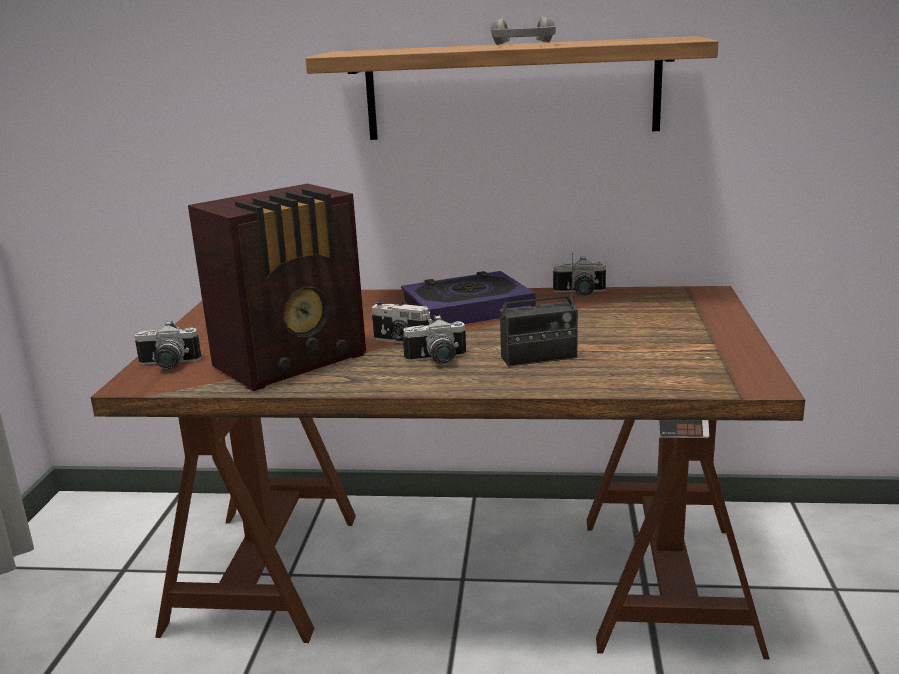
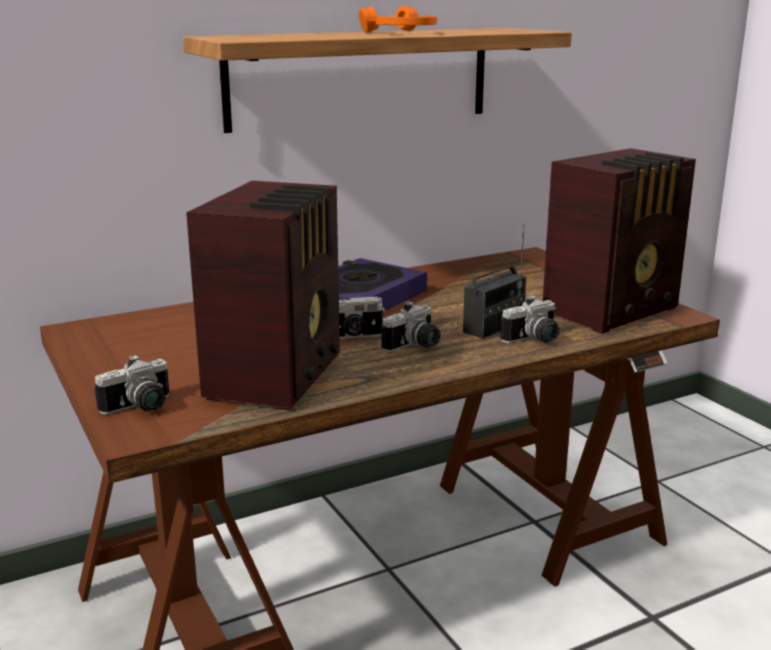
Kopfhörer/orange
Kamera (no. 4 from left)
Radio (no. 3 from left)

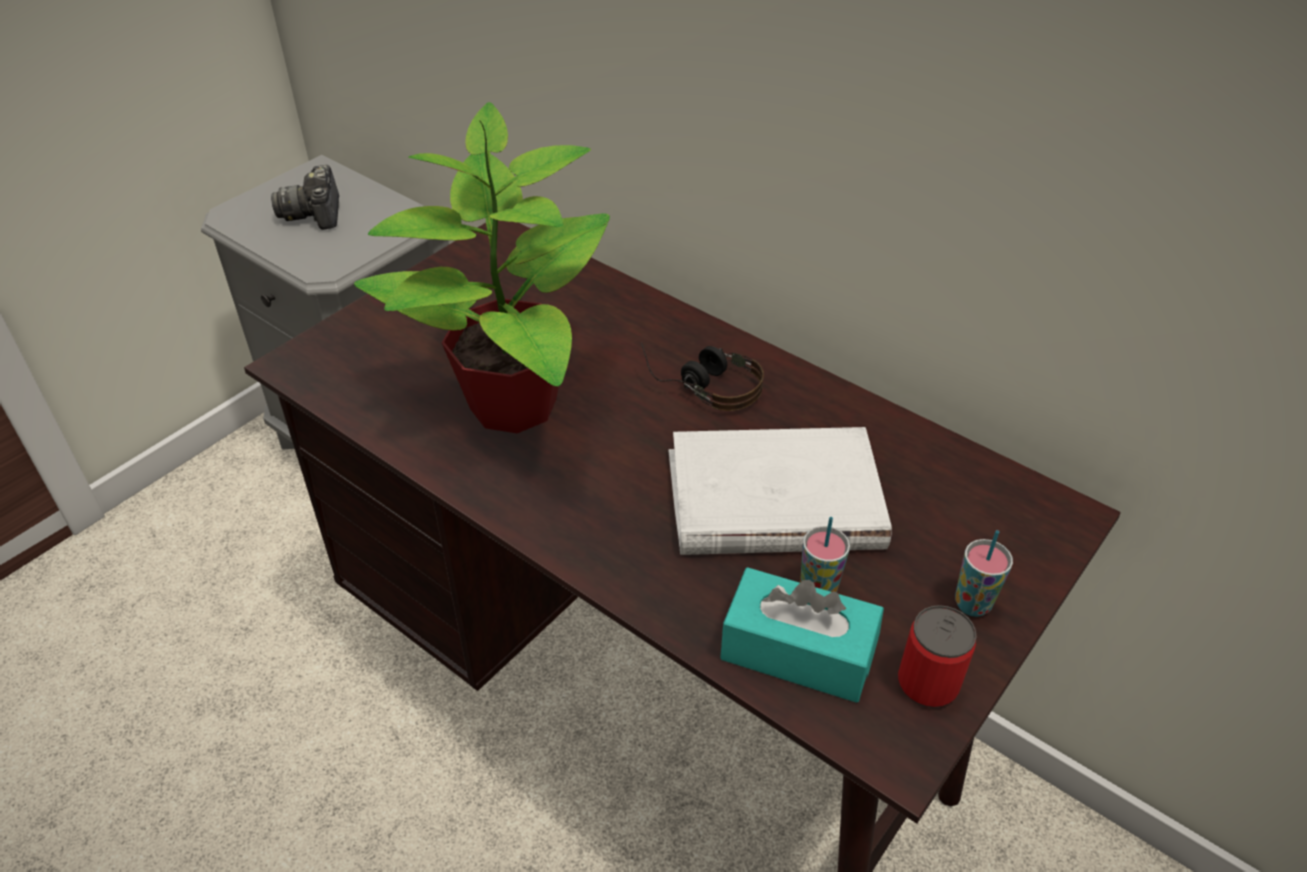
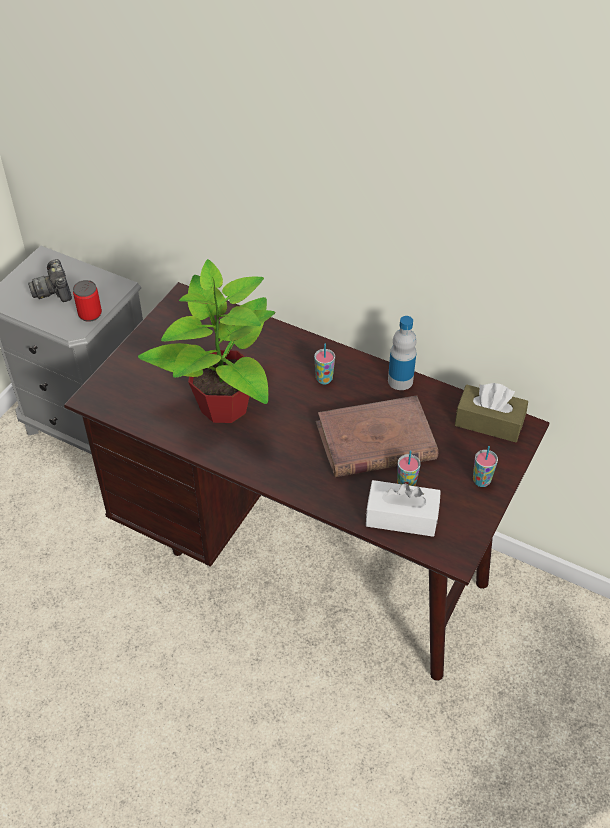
Dose
Tasse (no. 1 from left)
Buch/braun
Taschentuchbox/weiß
Flasche
Taschentuchbox/braun

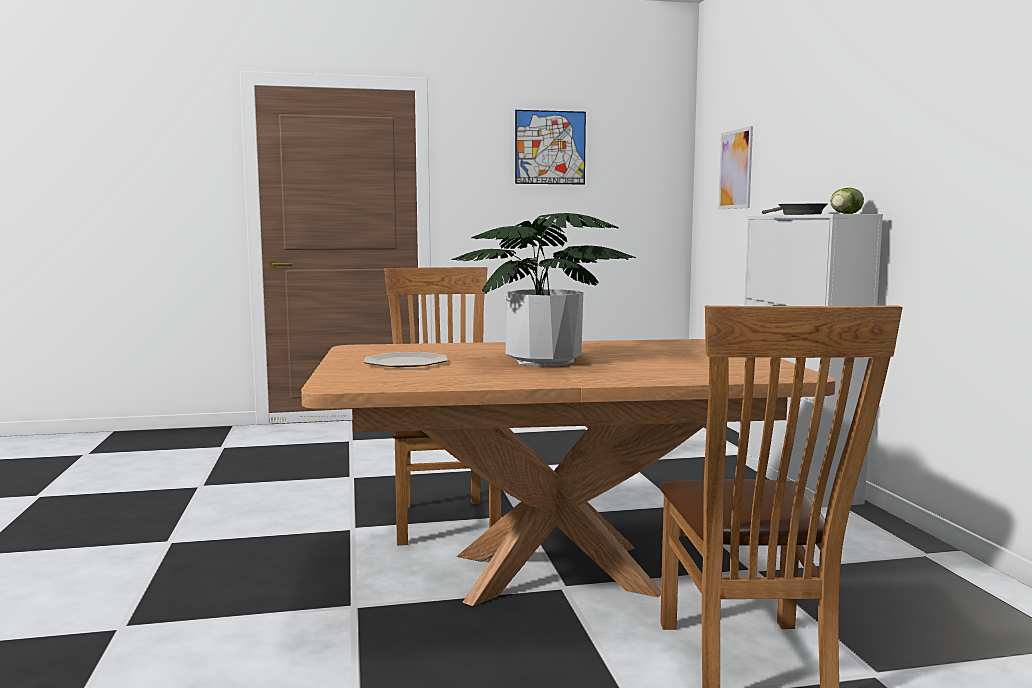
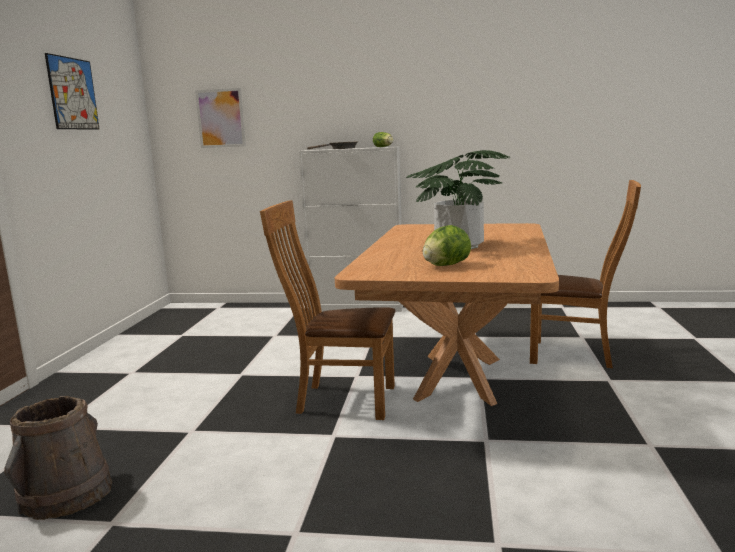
Eimer/braun
Salatkopf (no. 2 from left)

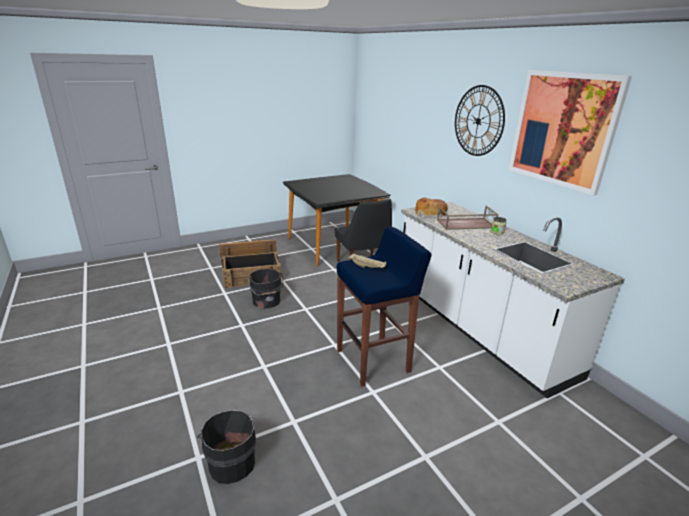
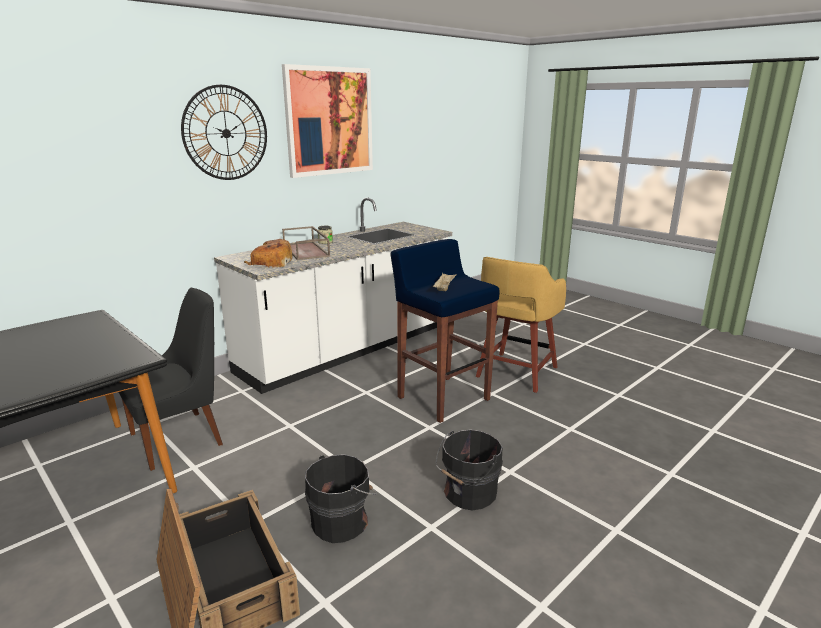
Eimer/schwarz (no. 2 from left)
Hocker/gelb

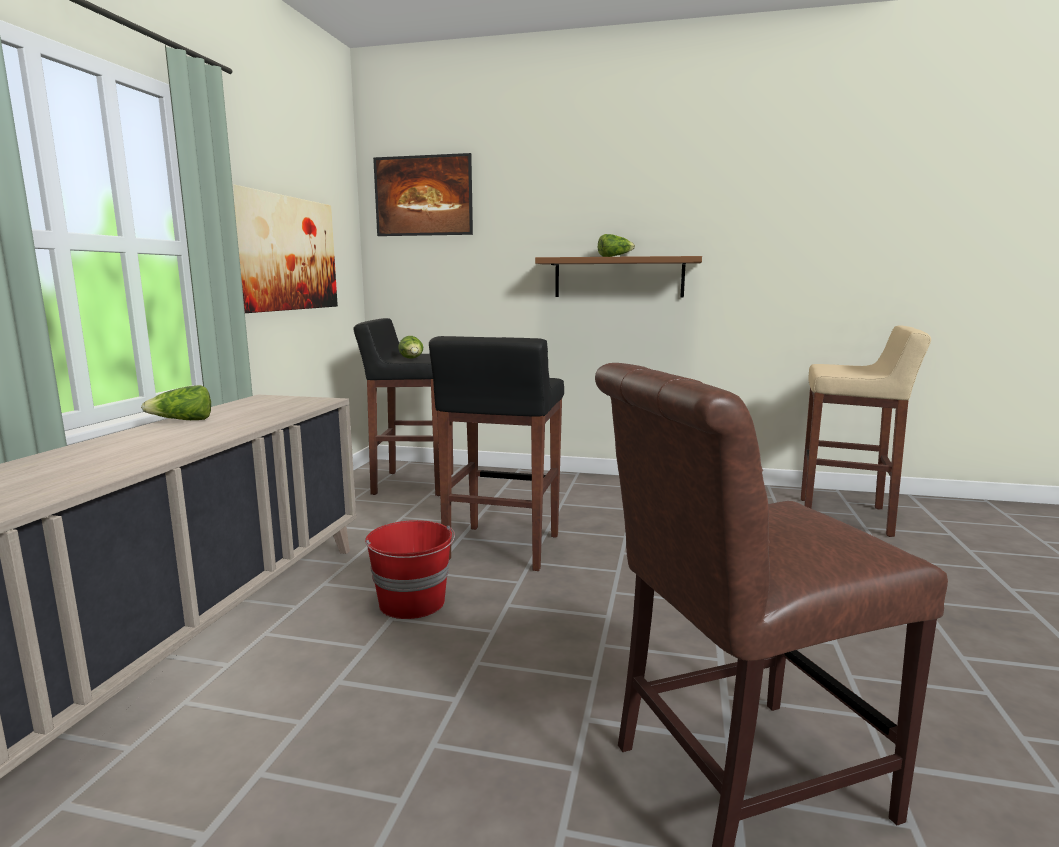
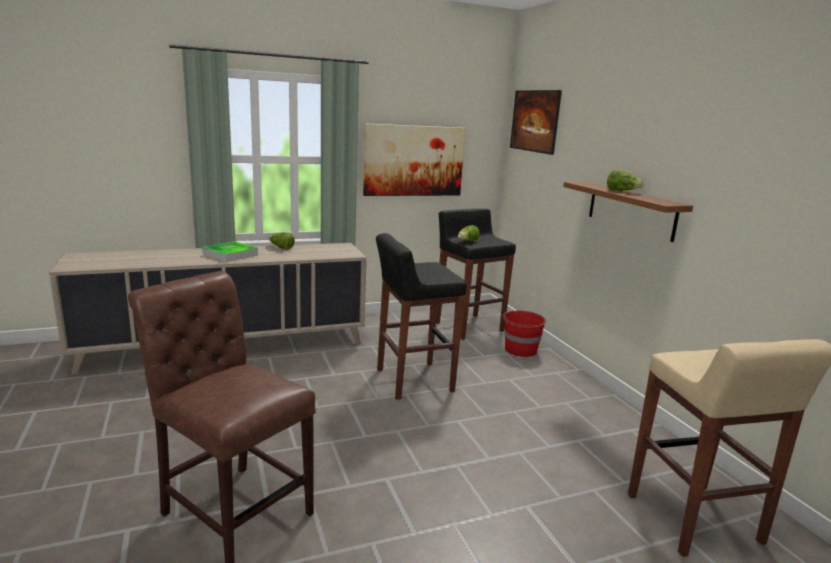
Tablett
Eimer/rot

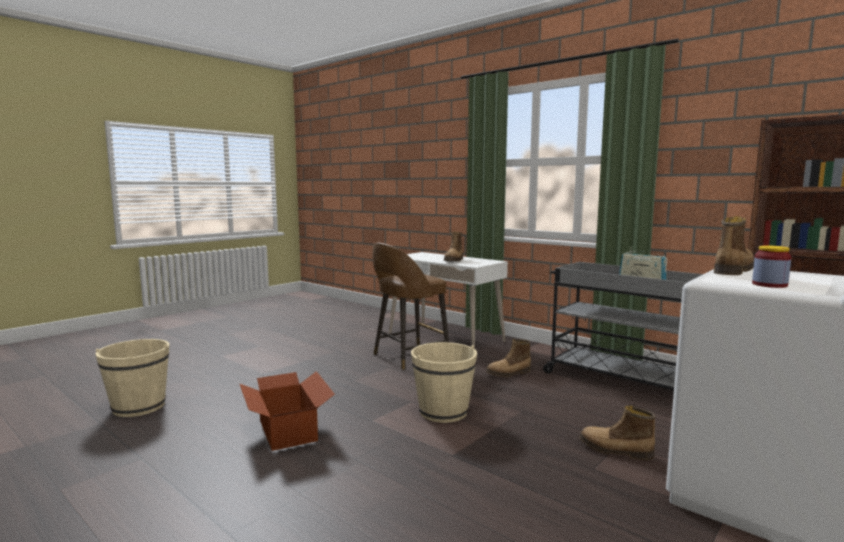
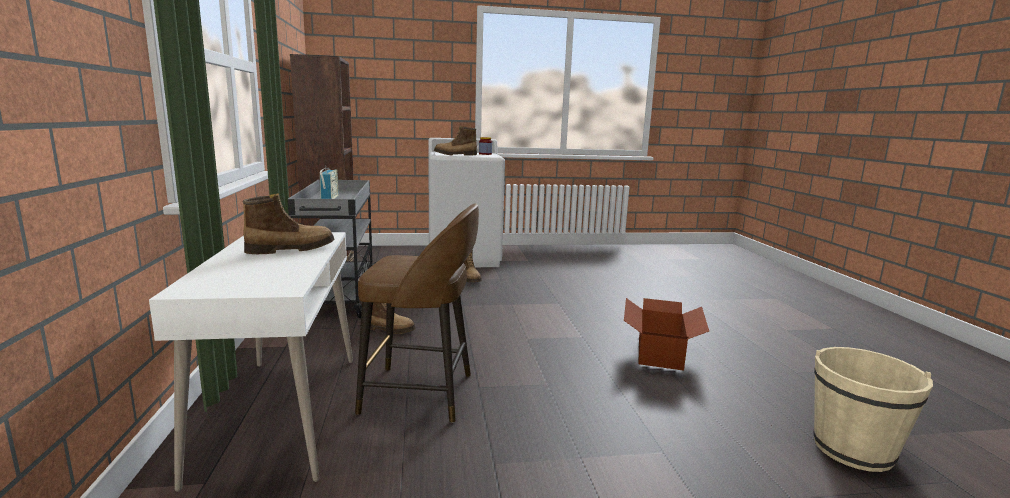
Eimer/beige (no. 2 from left in the first image)

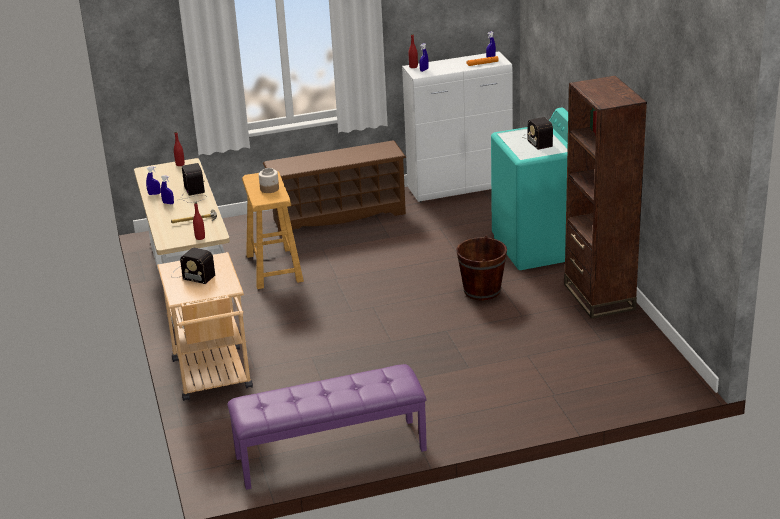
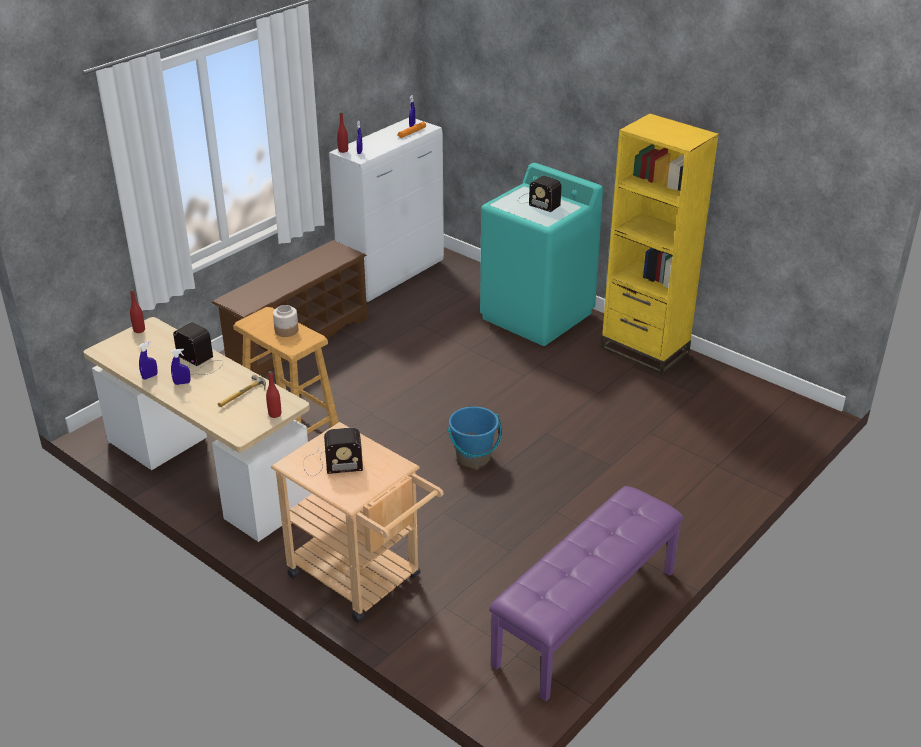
Eimer/blau
Bücherregal/gelb
Eimer/braun

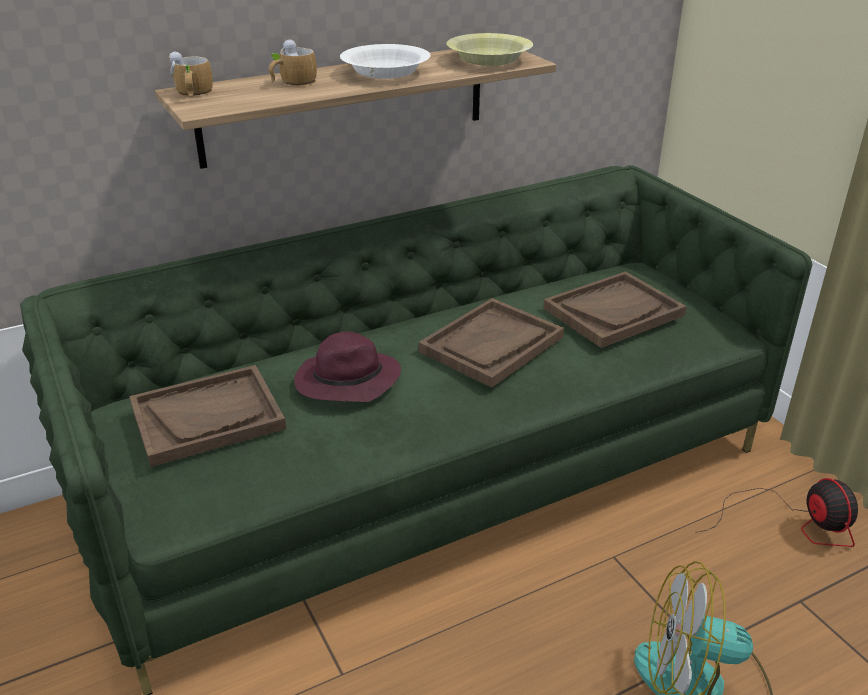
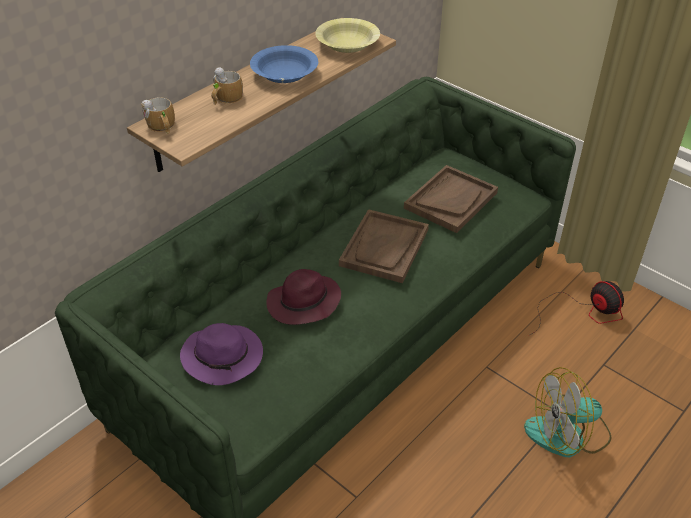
Hut/lila (no. 1 from left)
Schüssel/blau

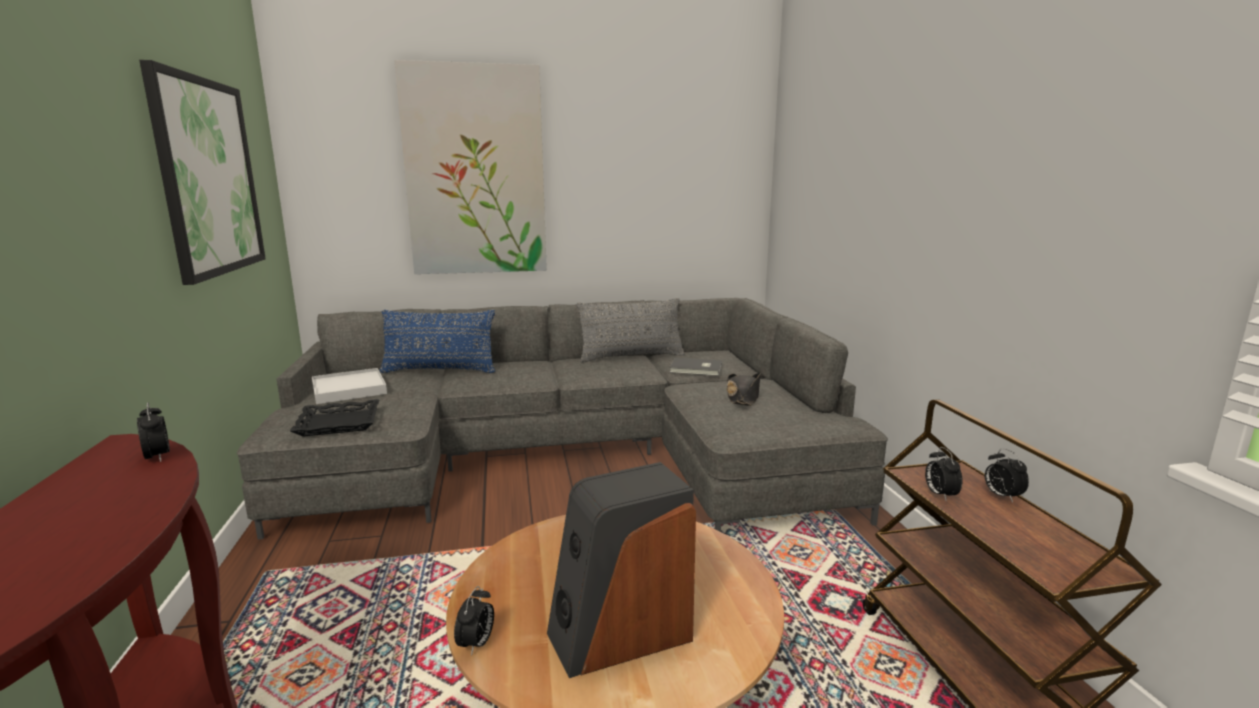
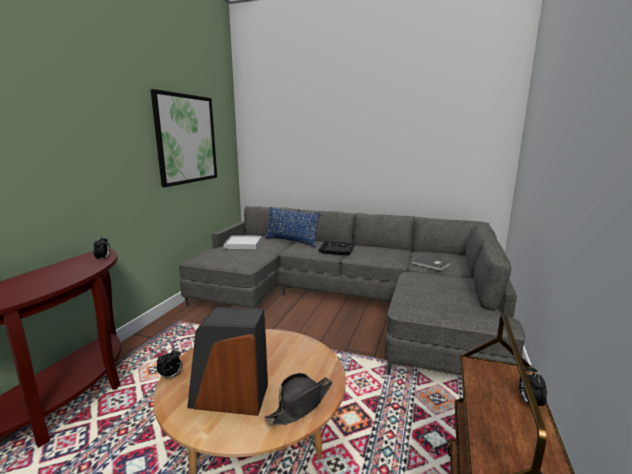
Hut/schwarz
Tablett/schwarz
Bild (no. 2 from left in the first image)
Kissen/grau
Wecker (no. 3 from left in the first image)

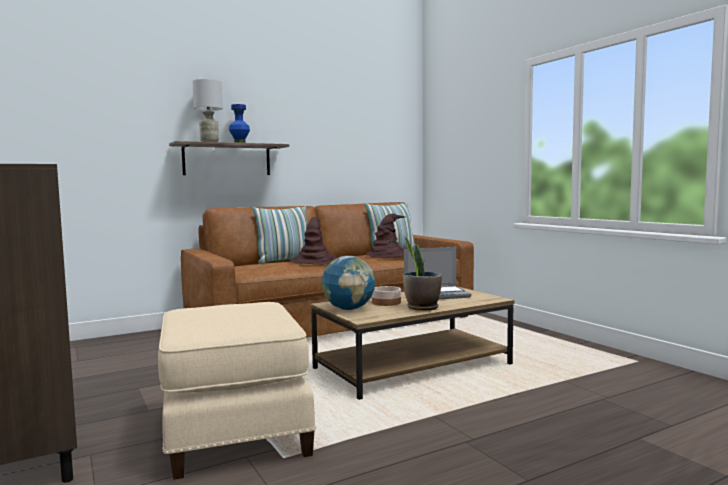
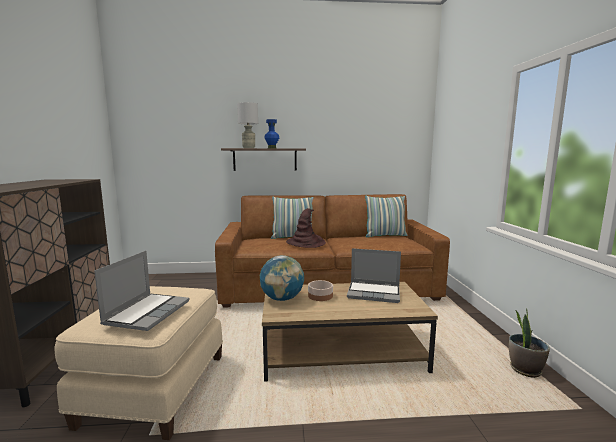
Laptop (no. 1 from left)
Topfpflanze
Hut/braun (no. 2 from left in the first image)

